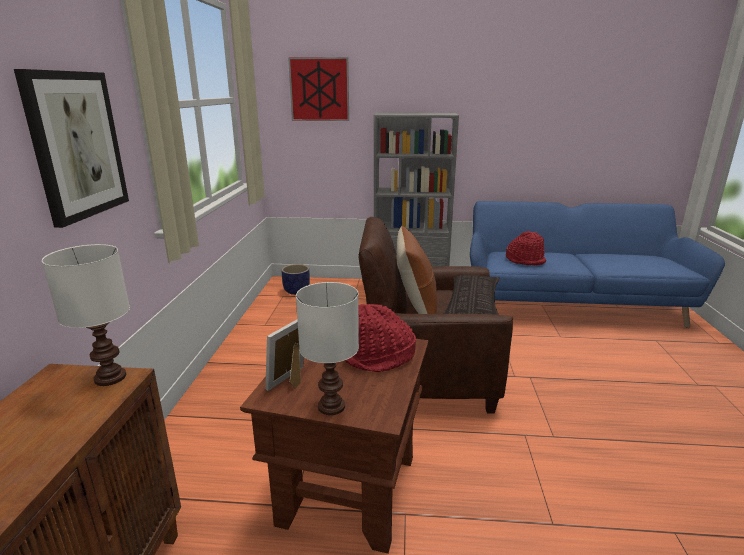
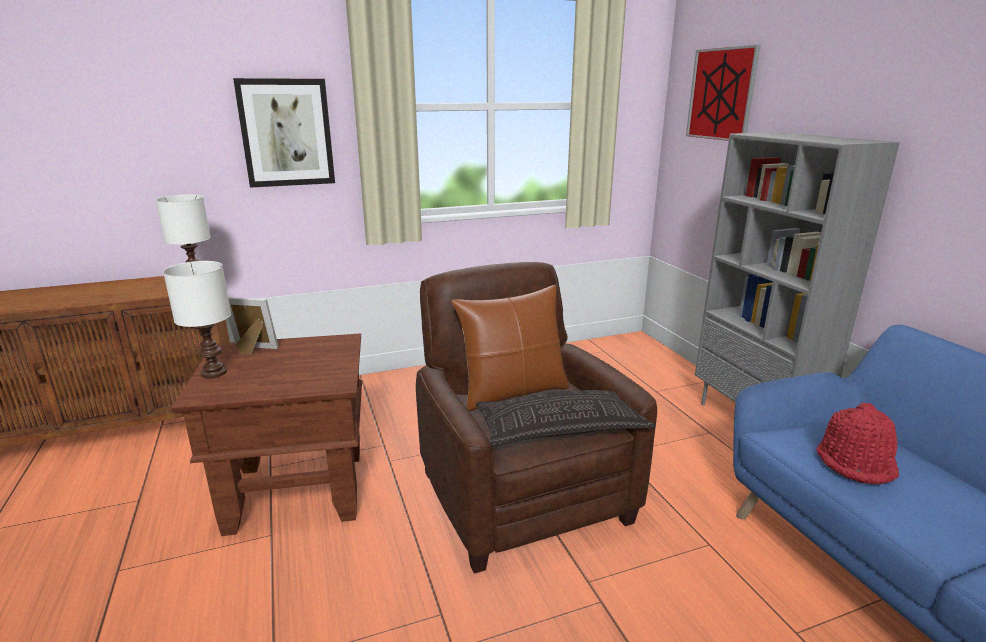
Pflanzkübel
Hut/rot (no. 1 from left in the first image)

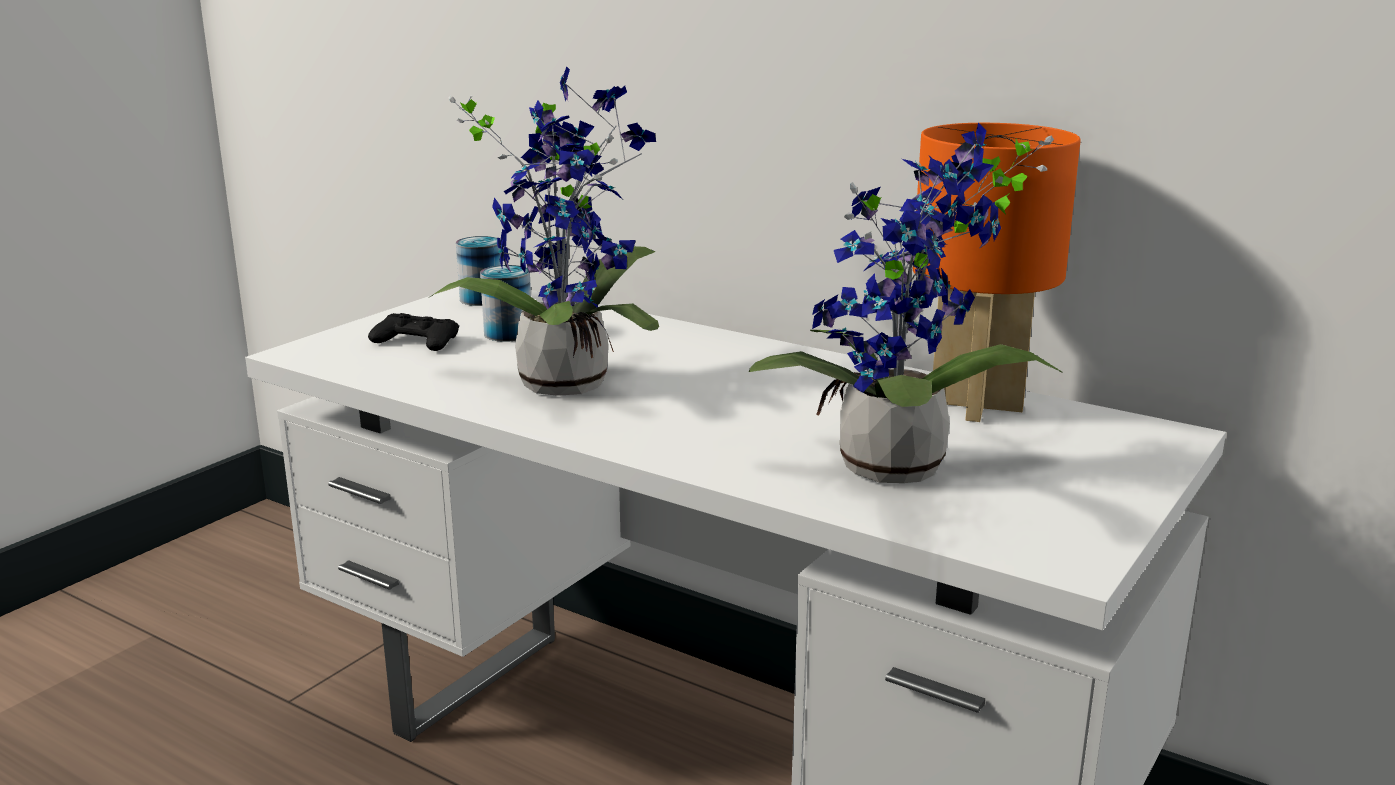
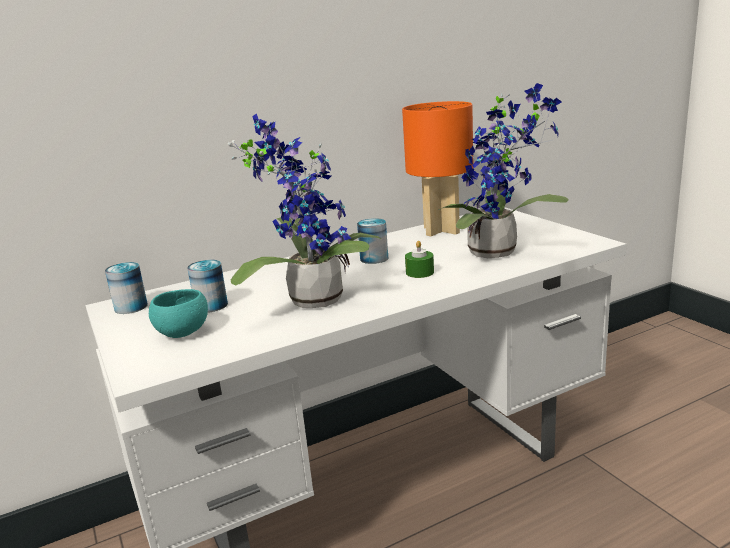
Schüssel/türkis
Dose (no. 3 from left)
Kerze/grün

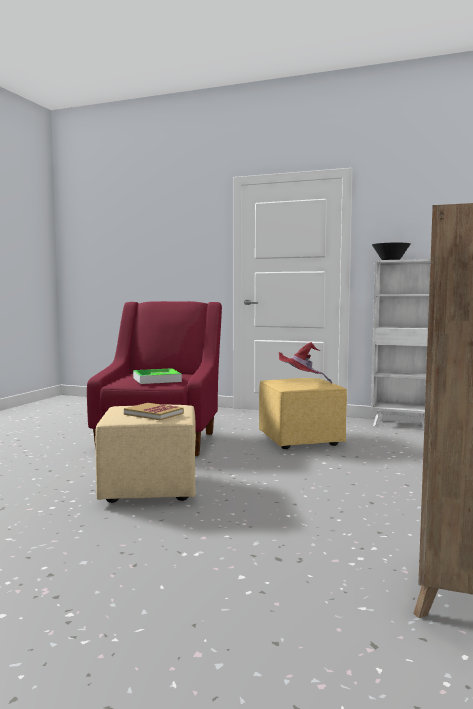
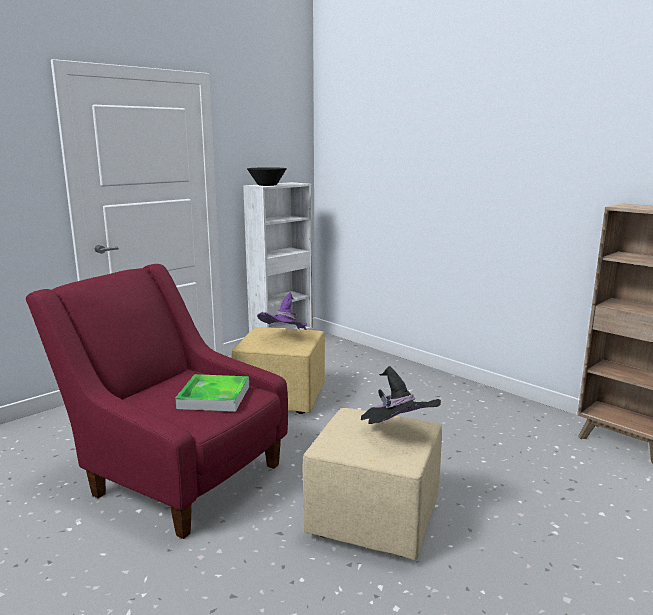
Hut/lila
Hut/schwarz

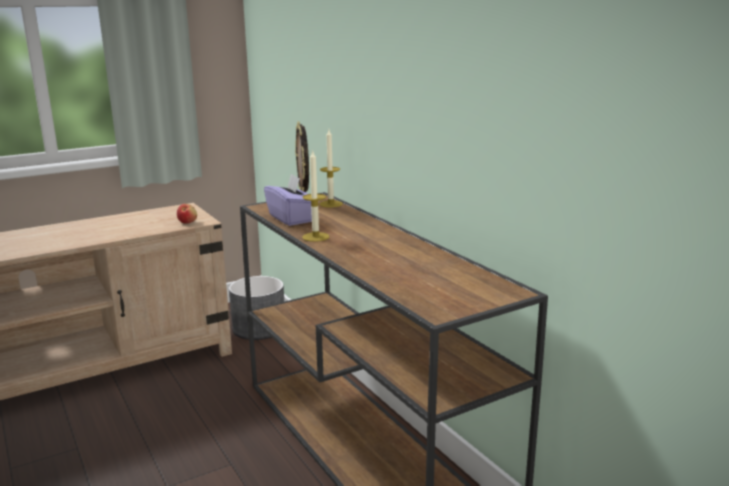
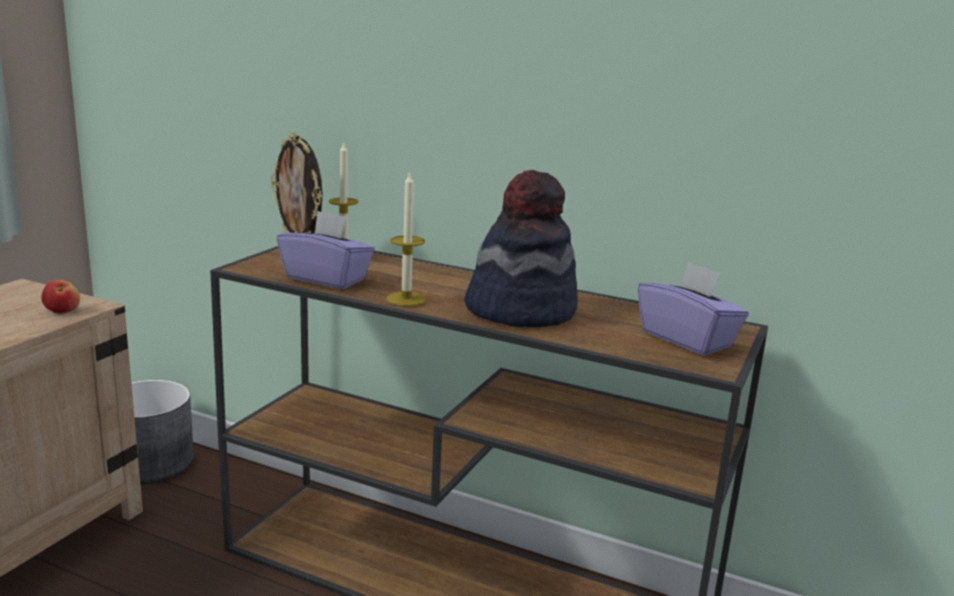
Hut
Taschentuchbox/lila (no. 2 from left)

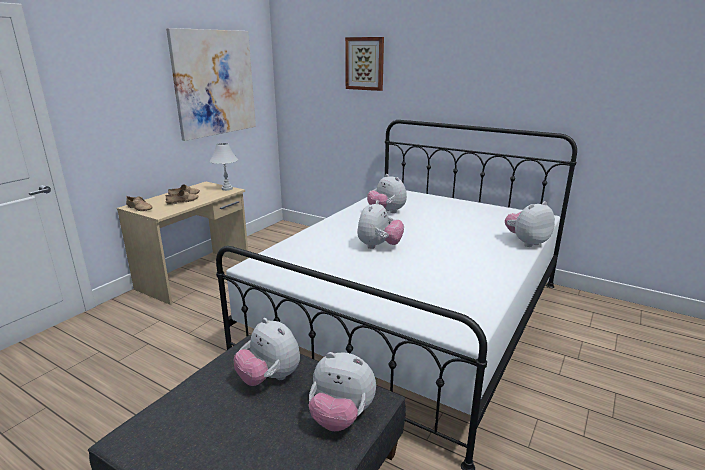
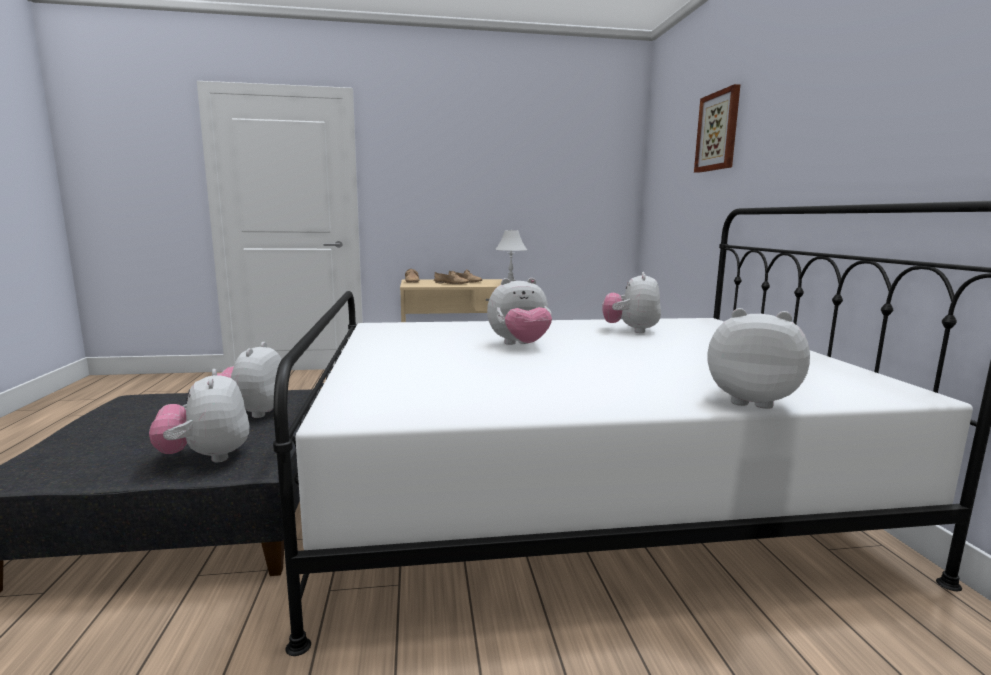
Bild (no. 1 from left in the first image)

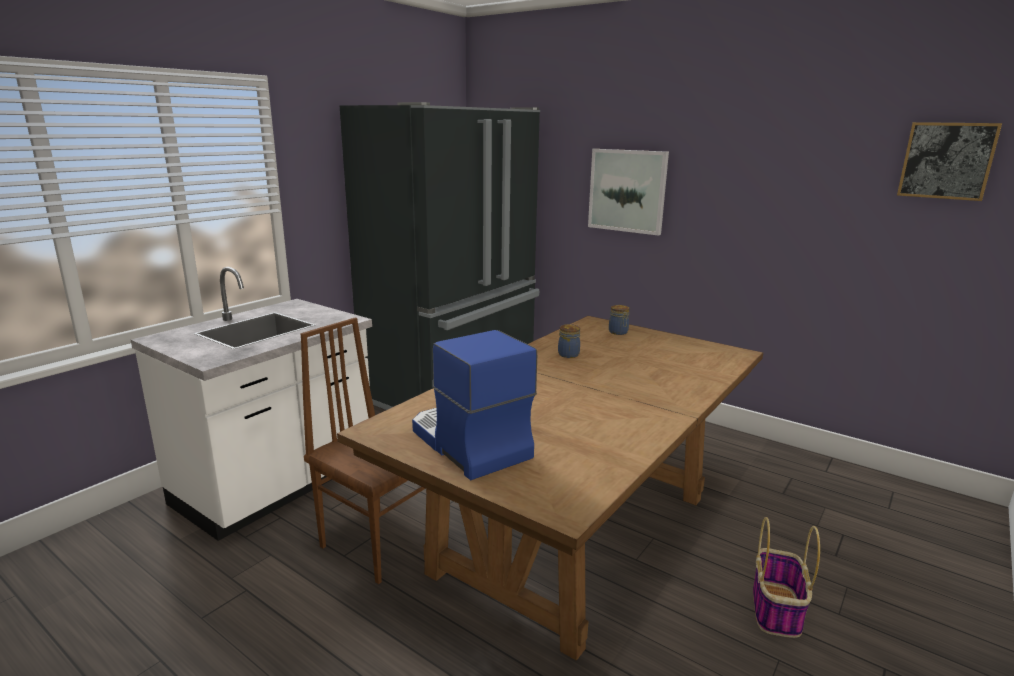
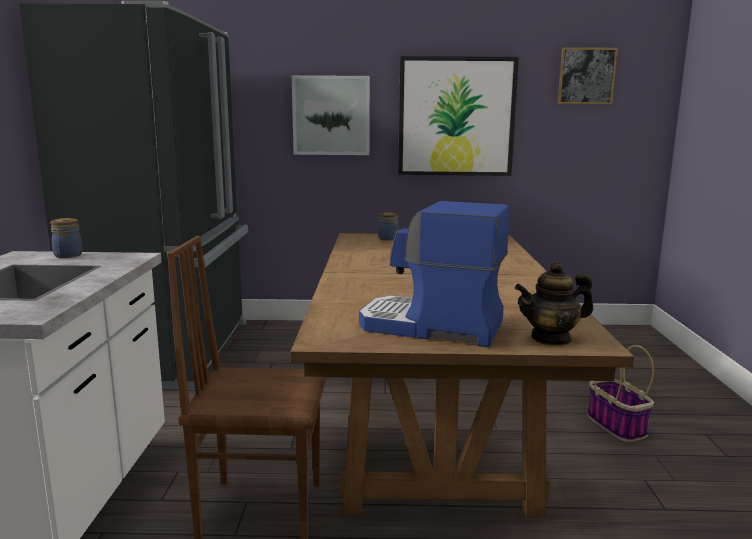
Vorratsglas (no. 1 from left)
Bild (no. 2 from left)
Teekanne

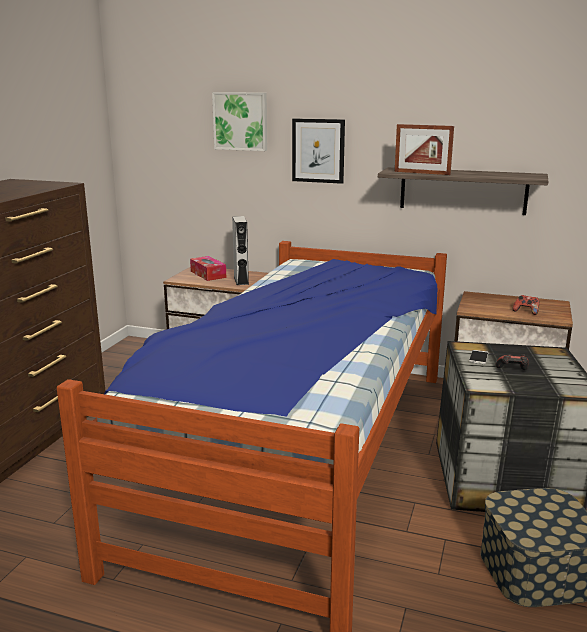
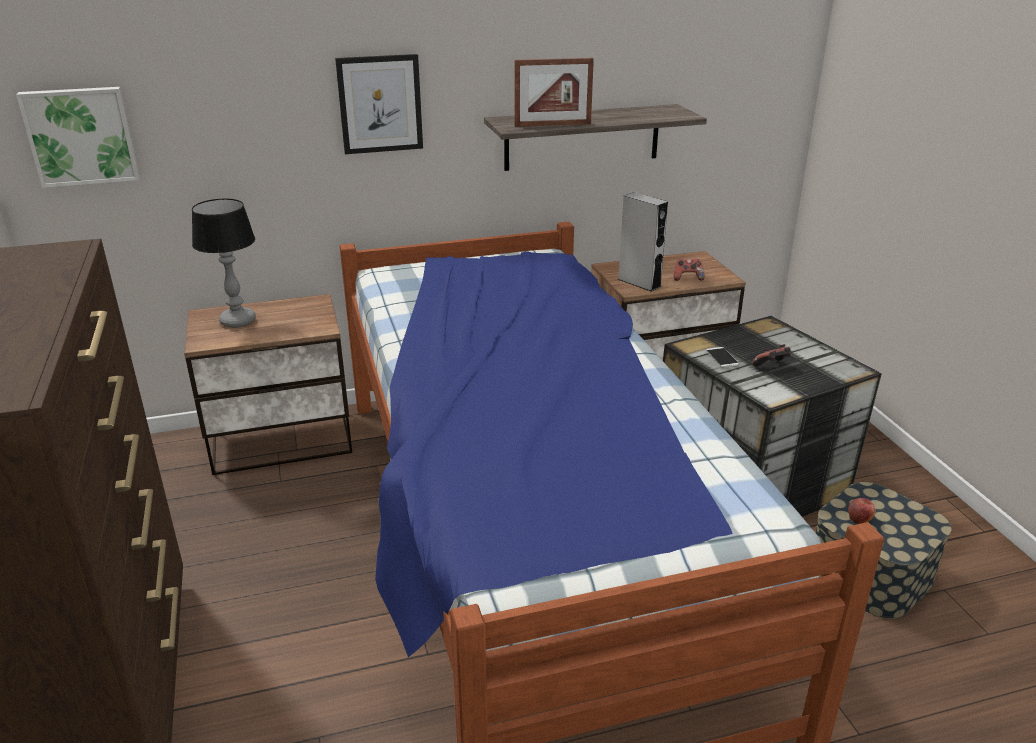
Bild (no. 1 from left)
Tischlampe
Lautsprecher/grau
Apfel

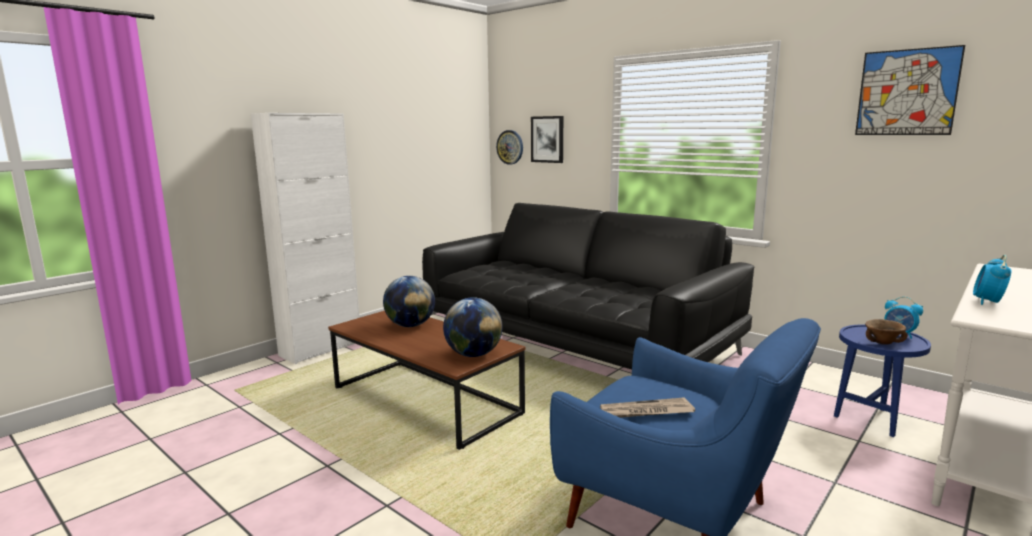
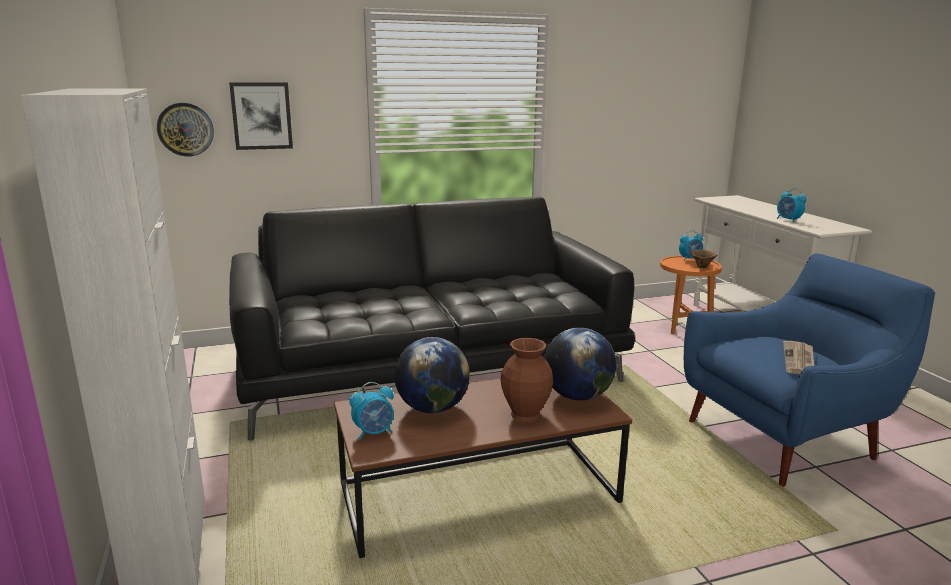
Wecker (no. 1 from left)
Vase/braun
Beistelltisch/orange
Bild (no. 2 from left in the first image)

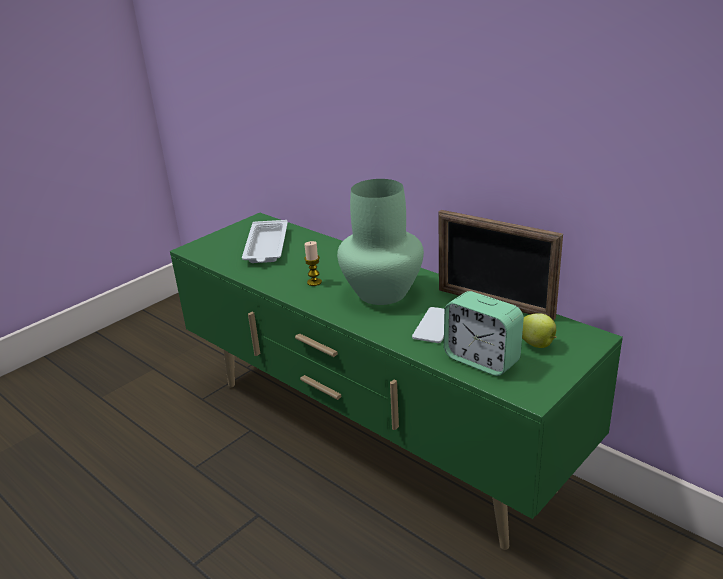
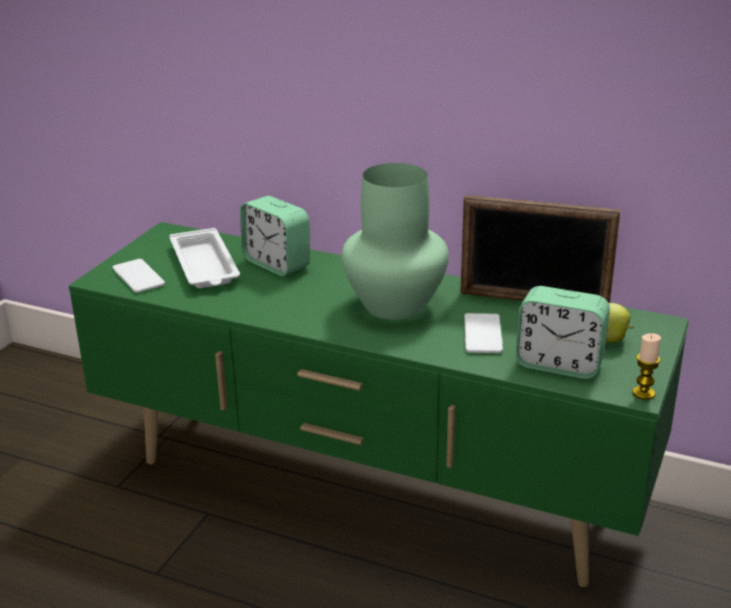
Handy (no. 1 from left)
Wecker (no. 1 from left)
Kerze

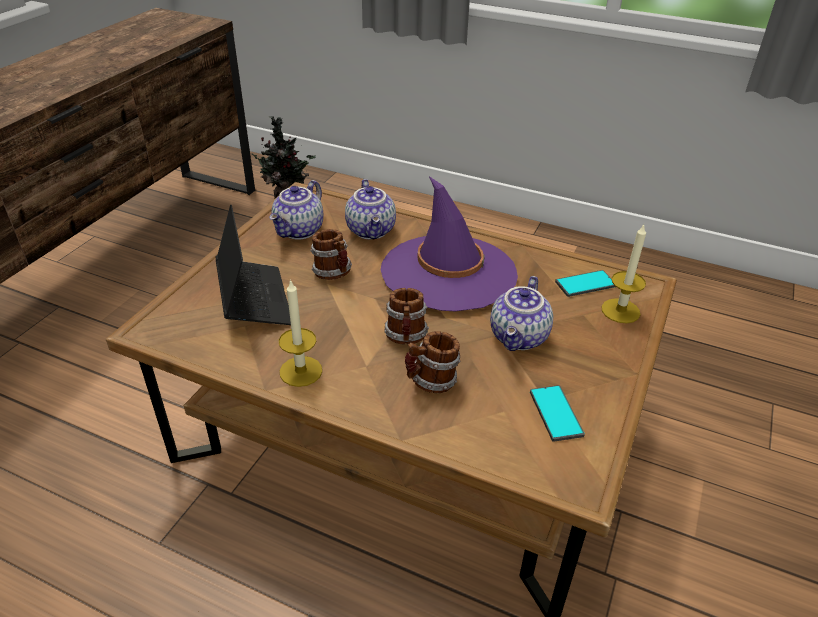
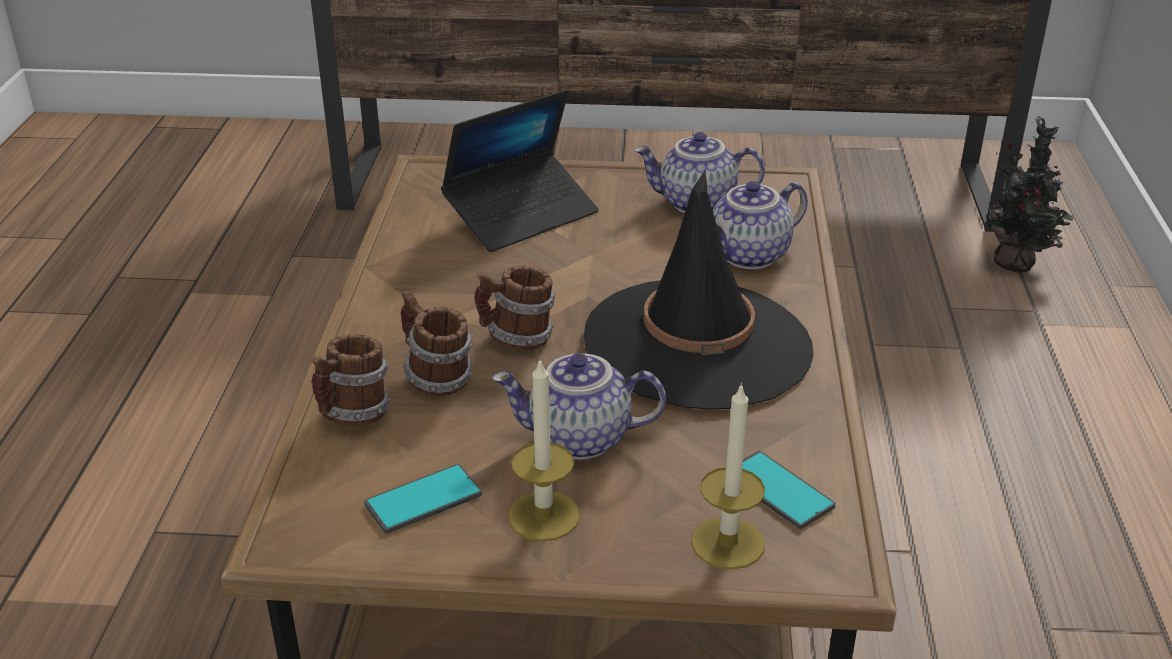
Henkelbecher (no. 1 from left)
Kerze (no. 1 from left)
Hut/schwarz

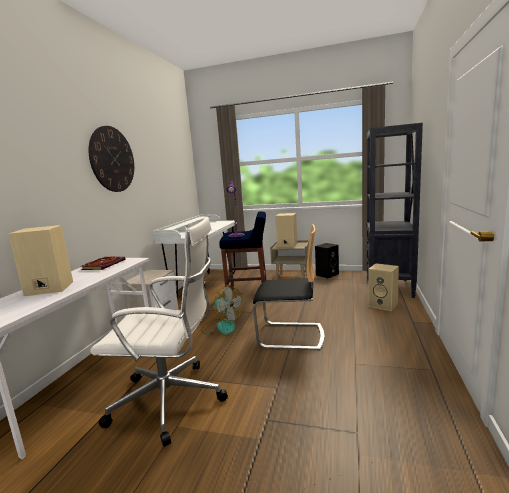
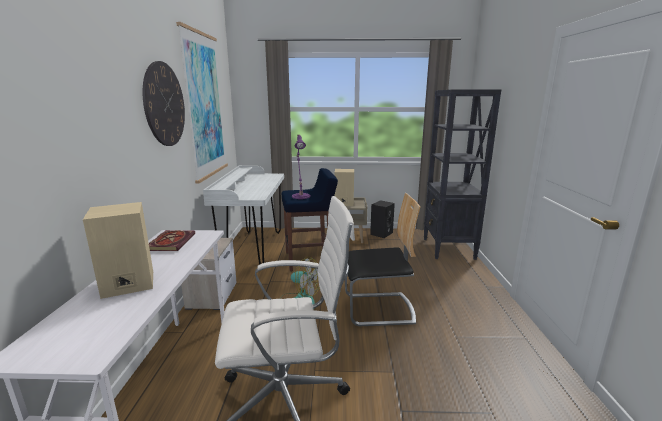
Bild
Lautsprecher/beige (no. 3 from left in the first image)

